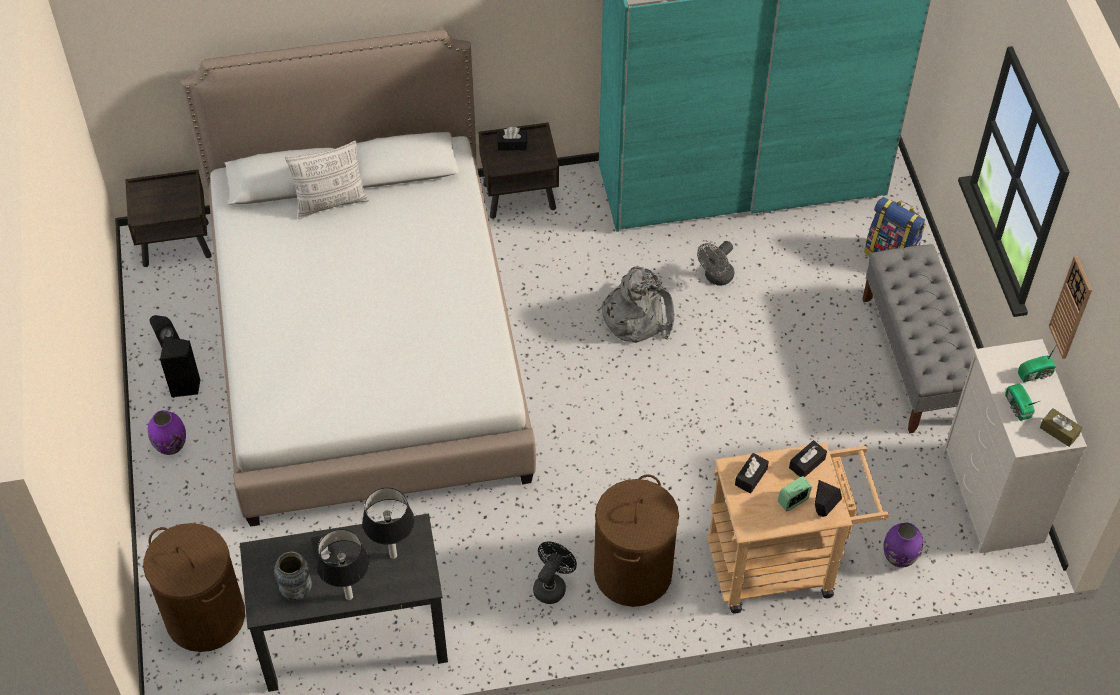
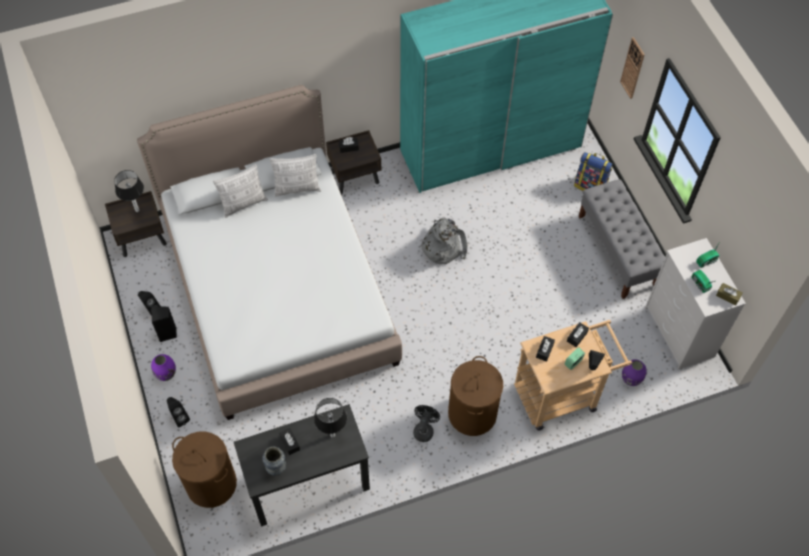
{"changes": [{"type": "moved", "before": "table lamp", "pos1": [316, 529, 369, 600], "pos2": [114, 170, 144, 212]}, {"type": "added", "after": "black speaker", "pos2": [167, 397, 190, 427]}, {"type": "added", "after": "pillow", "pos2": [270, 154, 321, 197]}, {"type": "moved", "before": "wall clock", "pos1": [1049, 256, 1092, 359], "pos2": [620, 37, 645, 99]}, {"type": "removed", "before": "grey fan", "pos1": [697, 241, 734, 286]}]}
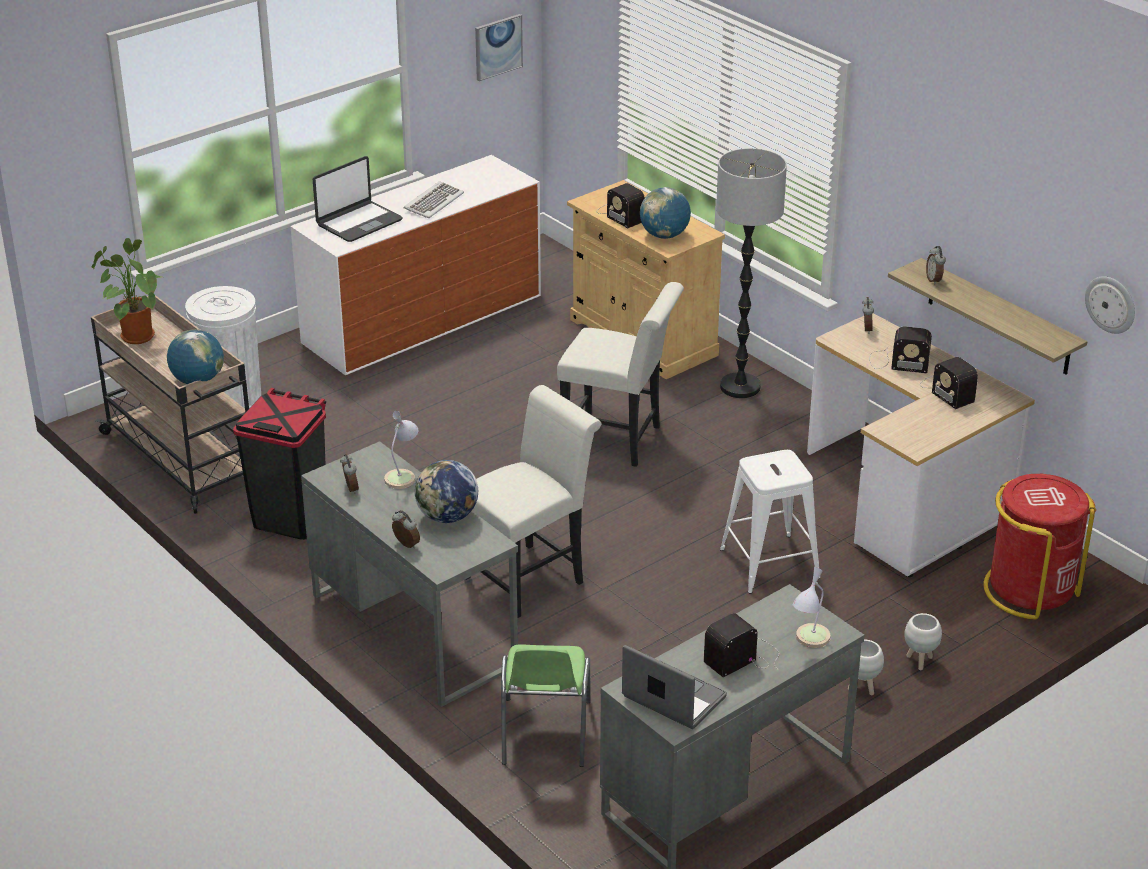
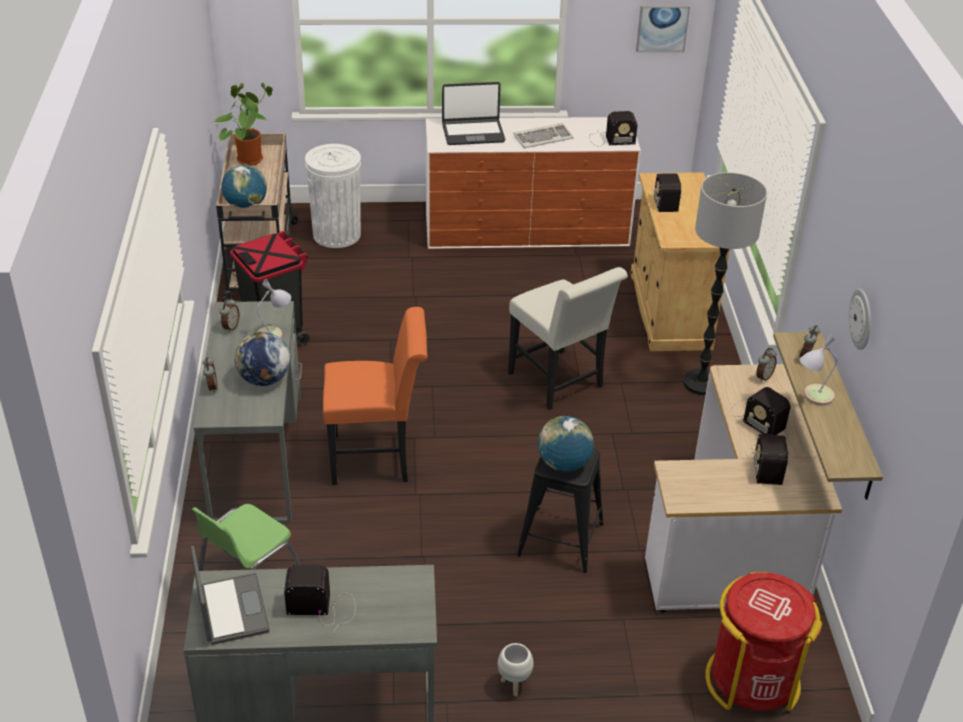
{"changes": [{"type": "recoloured", "before": "white chair", "after": "orange chair", "pos1": [466, 385, 601, 618], "pos2": [323, 307, 427, 485]}, {"type": "recoloured", "before": "white stool", "after": "black stool", "pos1": [720, 450, 820, 594], "pos2": [517, 449, 603, 573]}, {"type": "moved", "before": "globe", "pos1": [640, 187, 691, 239], "pos2": [538, 416, 594, 472]}, {"type": "added", "after": "radio", "pos2": [589, 111, 638, 146]}, {"type": "moved", "before": "table lamp", "pos1": [793, 567, 830, 648], "pos2": [800, 333, 837, 406]}, {"type": "moved", "before": "wall clock", "pos1": [1085, 276, 1135, 334], "pos2": [849, 289, 871, 350]}, {"type": "removed", "before": "white planter", "pos1": [904, 613, 942, 670]}]}
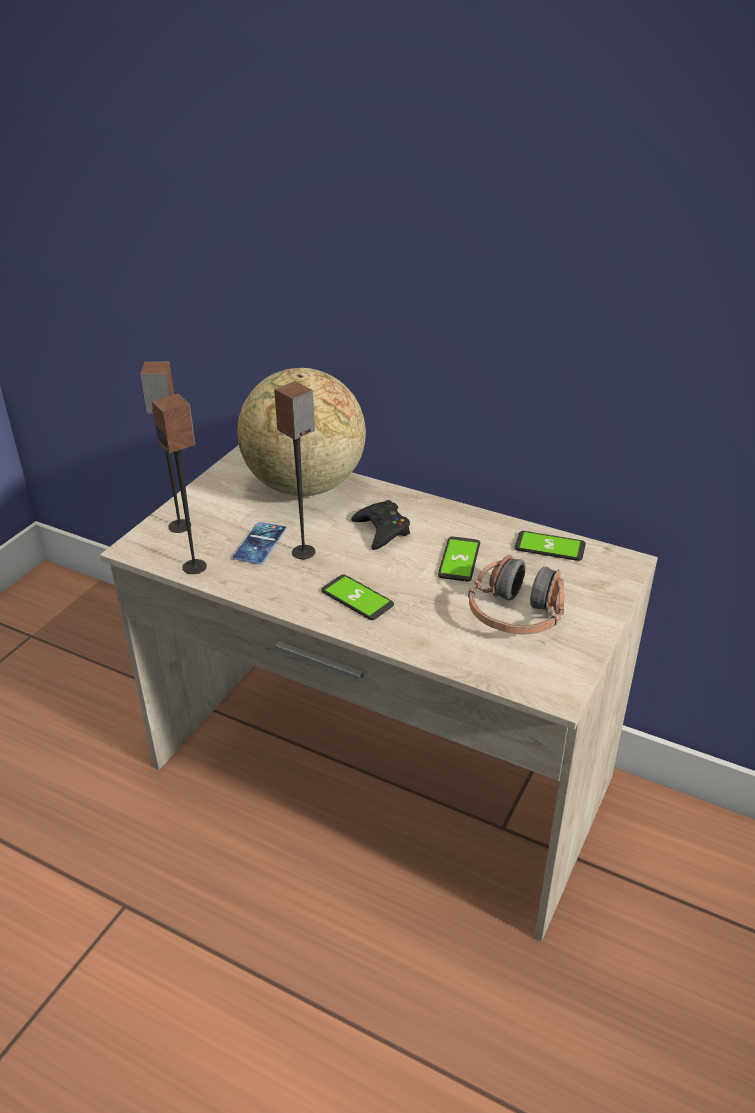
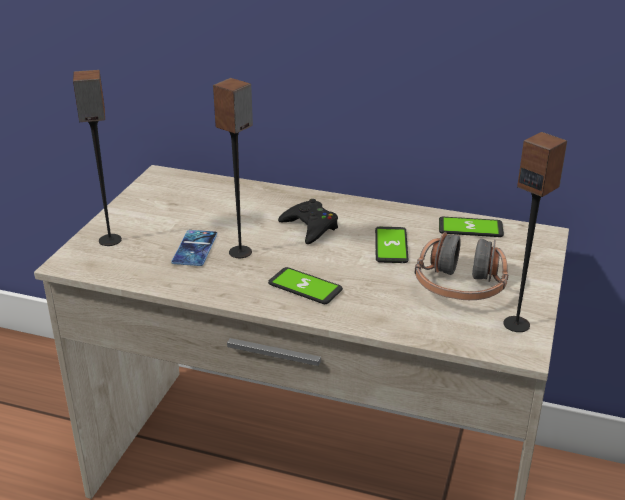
{"changes": [{"type": "moved", "before": "speaker", "pos1": [152, 394, 207, 574], "pos2": [503, 132, 567, 332]}, {"type": "removed", "before": "globe", "pos1": [237, 368, 366, 496]}]}
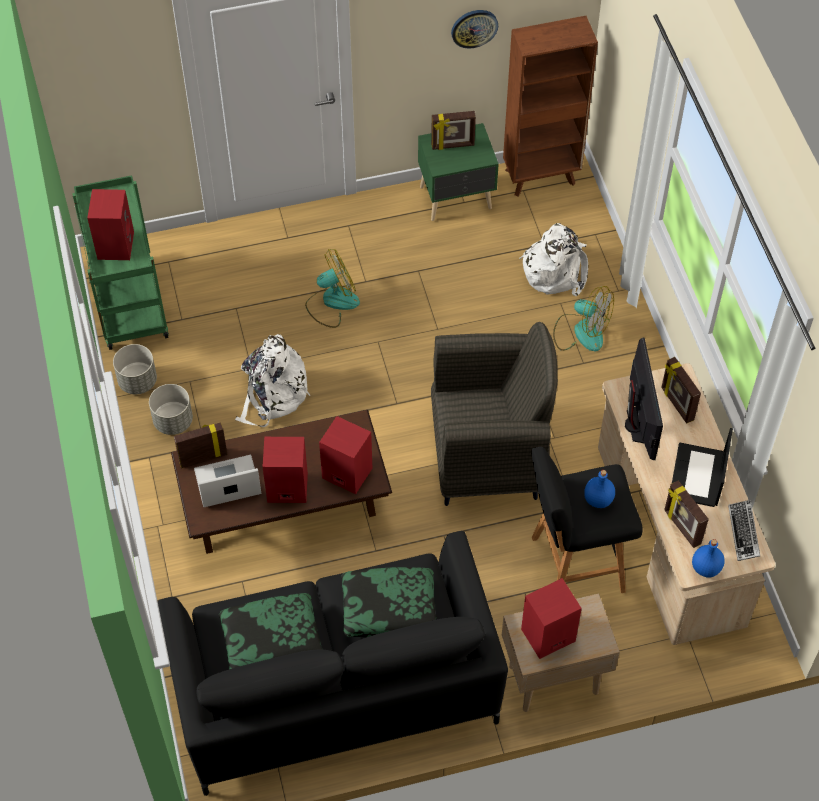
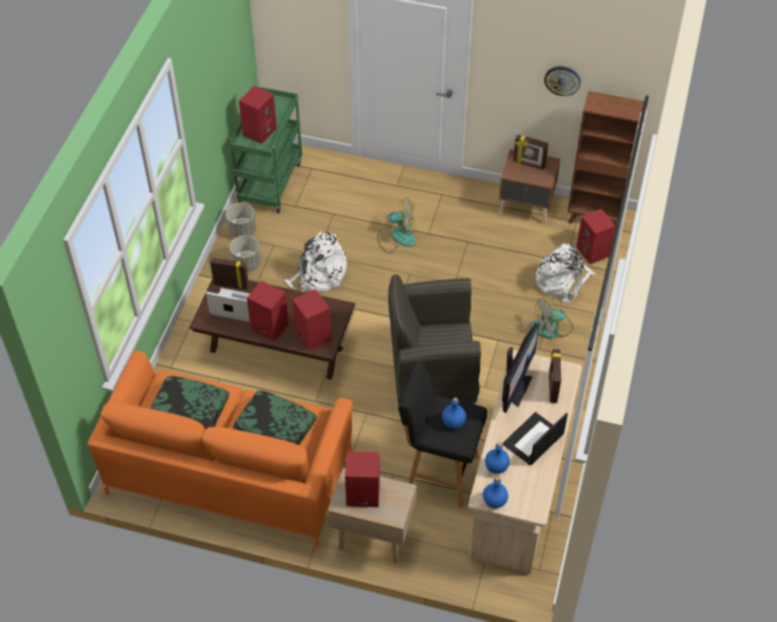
{"changes": [{"type": "recoloured", "before": "black sofa", "after": "orange sofa", "pos1": [158, 531, 508, 796], "pos2": [88, 350, 352, 548]}, {"type": "turned", "before": "grey armchair", "pos1": [431, 322, 558, 506], "pos2": [388, 274, 481, 406], "turn": 150}, {"type": "replaced", "before": "picture frame", "after": "blue bottle", "pos1": [664, 480, 709, 548], "pos2": [485, 442, 510, 474]}, {"type": "recoloured", "before": "green nightstand", "after": "brown nightstand", "pos1": [418, 123, 499, 221], "pos2": [499, 149, 560, 224]}, {"type": "turned", "before": "fan", "pos1": [553, 286, 614, 351], "pos2": [530, 296, 573, 339], "turn": 105}, {"type": "added", "after": "red speaker", "pos2": [576, 208, 616, 264]}, {"type": "removed", "before": "keyboard", "pos1": [728, 500, 760, 561]}]}
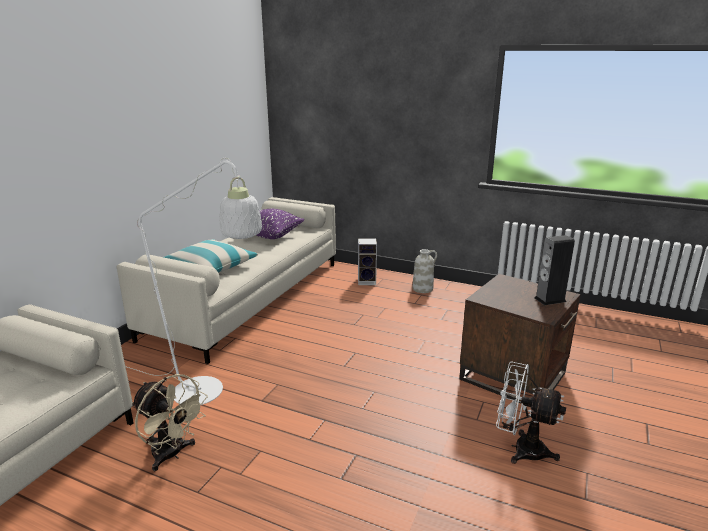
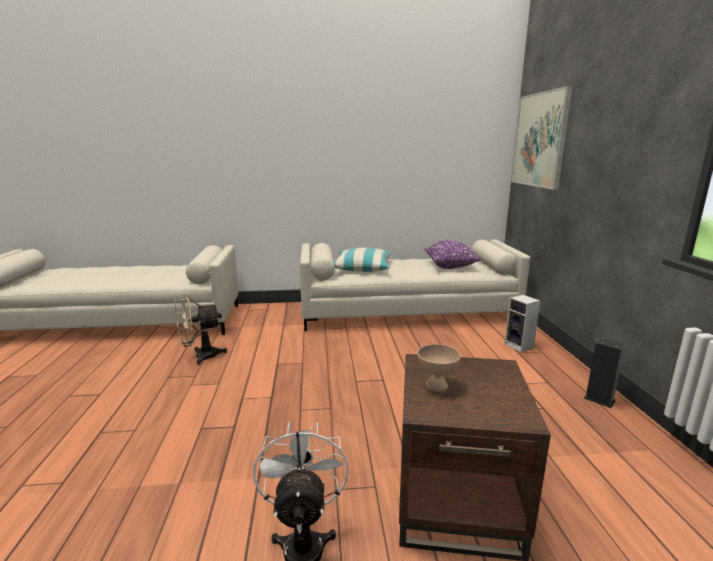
{"changes": [{"type": "turned", "before": "beige fan", "pos1": [132, 374, 208, 471], "pos2": [174, 294, 227, 365], "turn": 60}, {"type": "added", "after": "beige bowl", "pos2": [417, 344, 461, 392]}, {"type": "added", "after": "picture", "pos2": [511, 86, 573, 190]}, {"type": "moved", "before": "speaker", "pos1": [534, 235, 575, 305], "pos2": [584, 337, 625, 408]}, {"type": "removed", "before": "white floor lamp", "pos1": [125, 158, 262, 405]}, {"type": "removed", "before": "white vase", "pos1": [413, 249, 437, 293]}]}
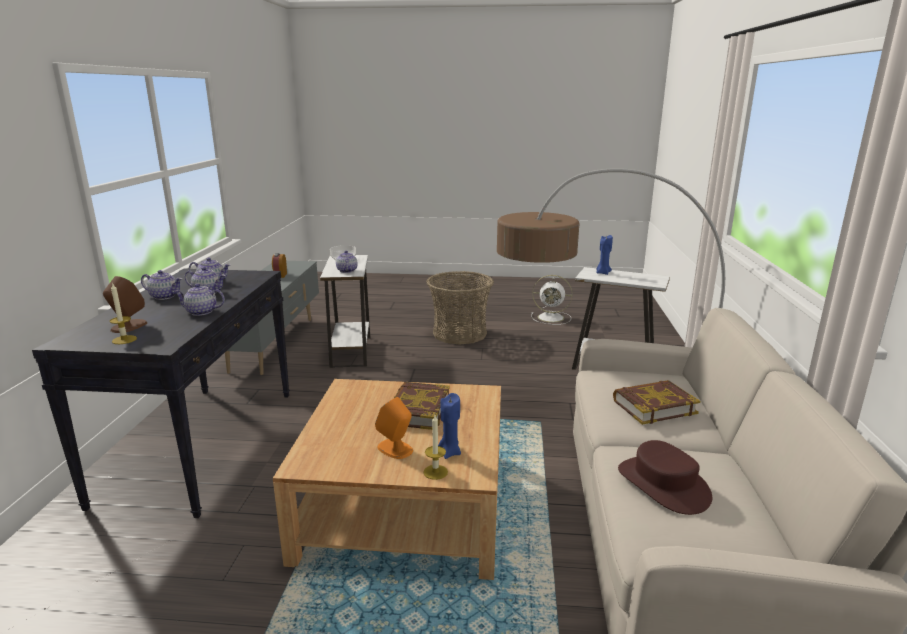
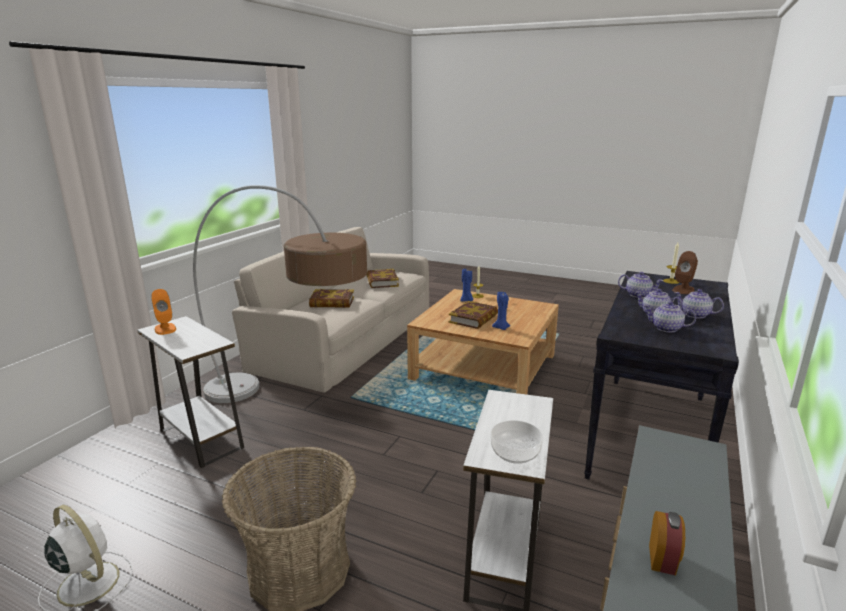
{"changes": [{"type": "moved", "before": "orange speaker", "pos1": [375, 397, 413, 459], "pos2": [151, 289, 176, 335]}, {"type": "replaced", "before": "brown hat", "after": "book", "pos1": [618, 440, 712, 515], "pos2": [366, 269, 399, 288]}, {"type": "moved", "before": "blue candle", "pos1": [596, 235, 613, 275], "pos2": [492, 292, 510, 330]}, {"type": "removed", "before": "teapot", "pos1": [336, 251, 358, 273]}]}
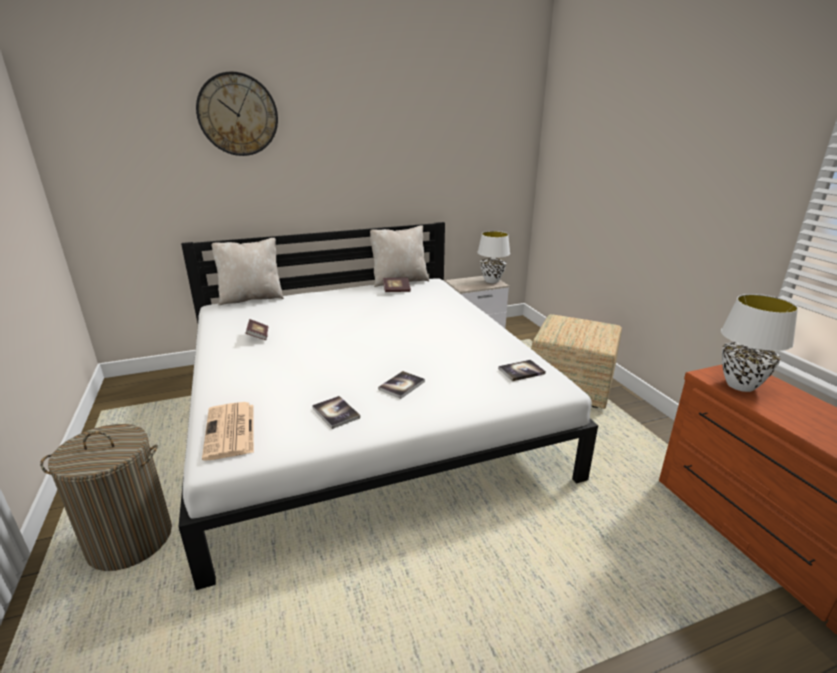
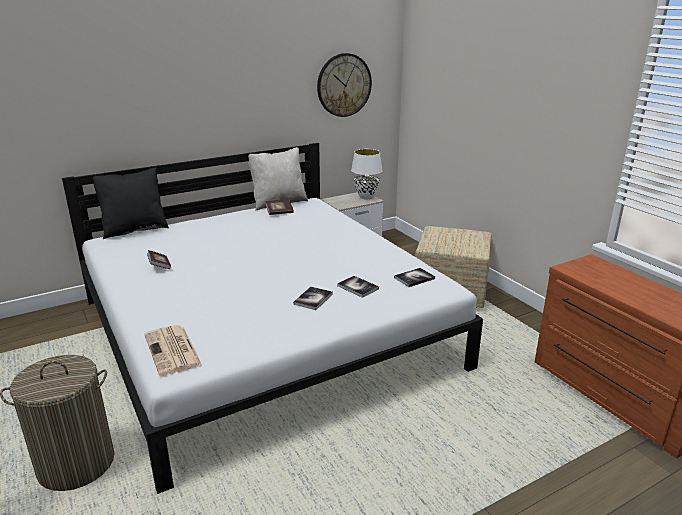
{"changes": [{"type": "recoloured", "before": "beige pillow", "after": "black pillow", "pos1": [211, 238, 284, 306], "pos2": [93, 167, 169, 239]}, {"type": "moved", "before": "wall clock", "pos1": [196, 71, 278, 156], "pos2": [317, 53, 372, 117]}, {"type": "moved", "before": "book", "pos1": [312, 396, 360, 429], "pos2": [337, 276, 379, 298]}, {"type": "removed", "before": "white table lamp", "pos1": [721, 294, 798, 392]}]}
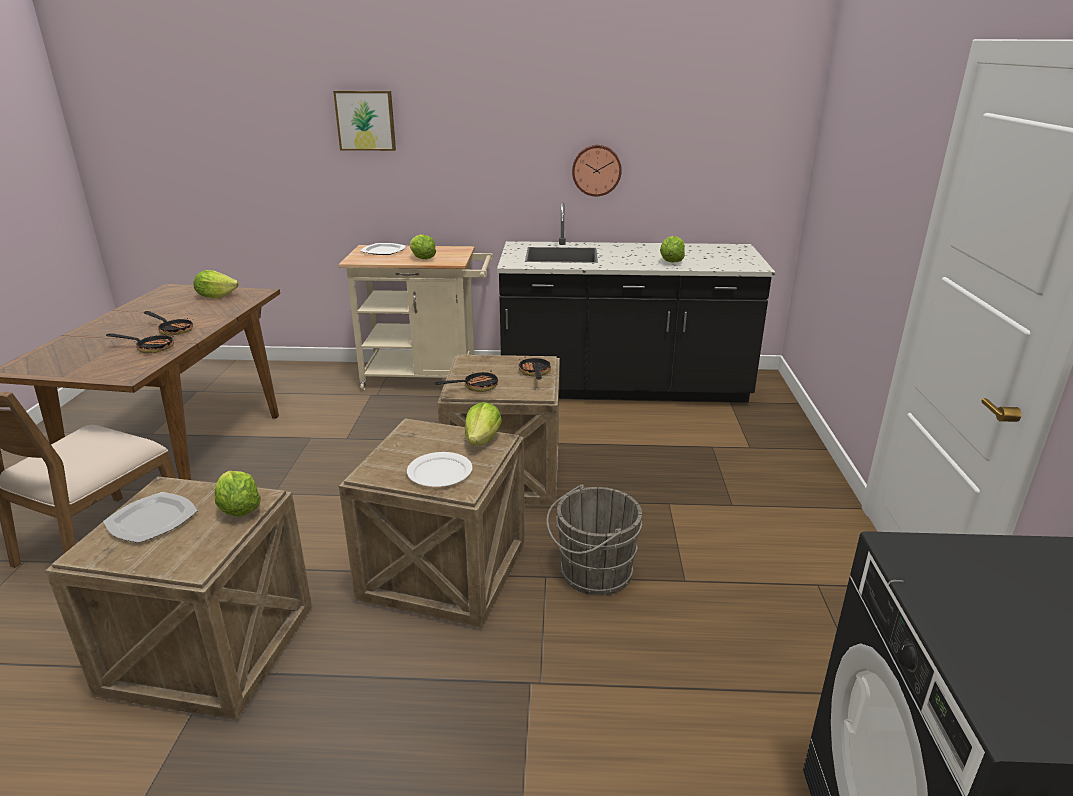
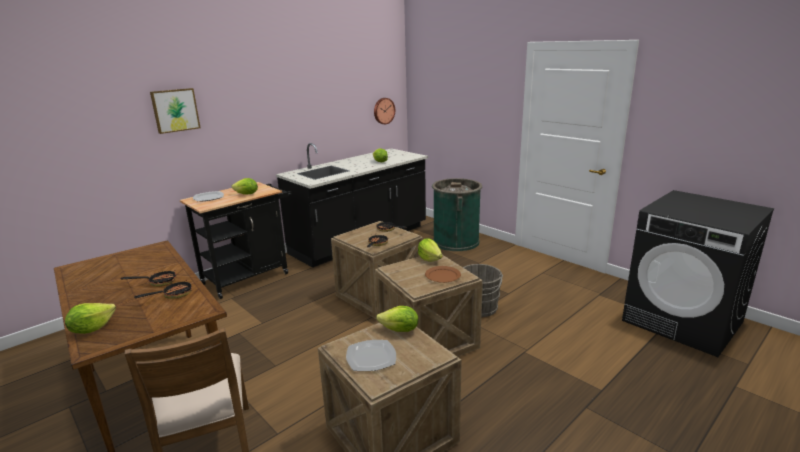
{"changes": [{"type": "moved", "before": "lettuce", "pos1": [193, 270, 239, 298], "pos2": [65, 303, 116, 334]}, {"type": "recoloured", "before": "beige cart", "after": "black cart", "pos1": [339, 245, 493, 391], "pos2": [180, 182, 292, 299]}, {"type": "moved", "before": "wall clock", "pos1": [572, 145, 622, 196], "pos2": [374, 98, 395, 124]}, {"type": "recoloured", "before": "white plate", "after": "brown plate", "pos1": [407, 452, 472, 487], "pos2": [425, 266, 461, 283]}, {"type": "added", "after": "green trash can", "pos2": [432, 178, 482, 251]}]}
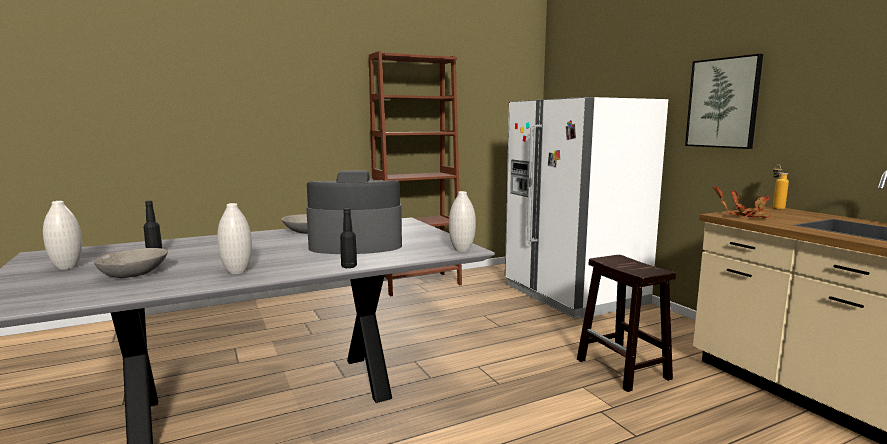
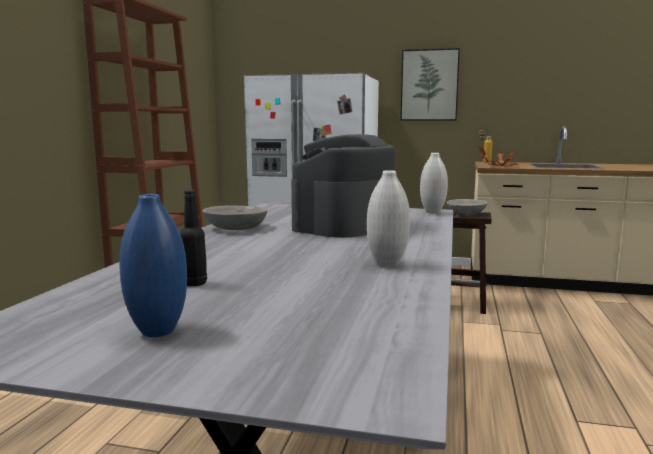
{"changes": [{"type": "recoloured", "before": "white vase", "after": "blue vase", "pos1": [43, 201, 82, 270], "pos2": [119, 194, 187, 337]}, {"type": "moved", "before": "grey bowl", "pos1": [93, 248, 168, 278], "pos2": [447, 199, 488, 215]}, {"type": "removed", "before": "black bottle", "pos1": [340, 208, 357, 268]}]}
